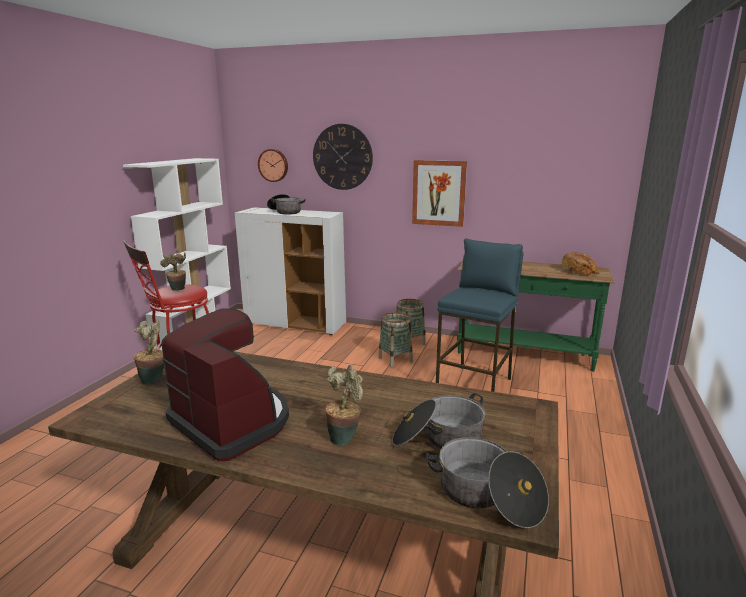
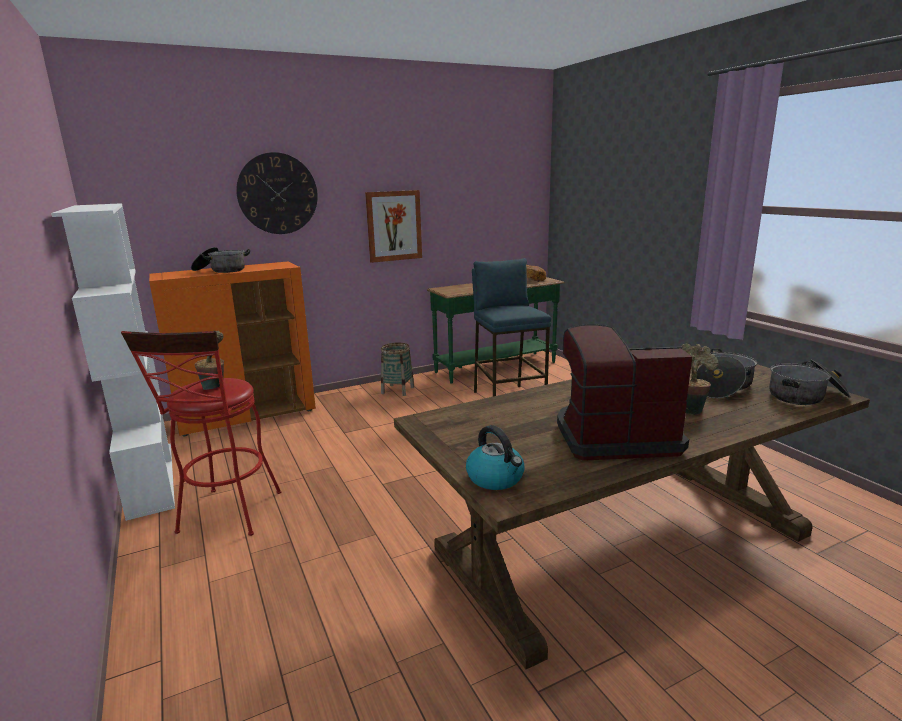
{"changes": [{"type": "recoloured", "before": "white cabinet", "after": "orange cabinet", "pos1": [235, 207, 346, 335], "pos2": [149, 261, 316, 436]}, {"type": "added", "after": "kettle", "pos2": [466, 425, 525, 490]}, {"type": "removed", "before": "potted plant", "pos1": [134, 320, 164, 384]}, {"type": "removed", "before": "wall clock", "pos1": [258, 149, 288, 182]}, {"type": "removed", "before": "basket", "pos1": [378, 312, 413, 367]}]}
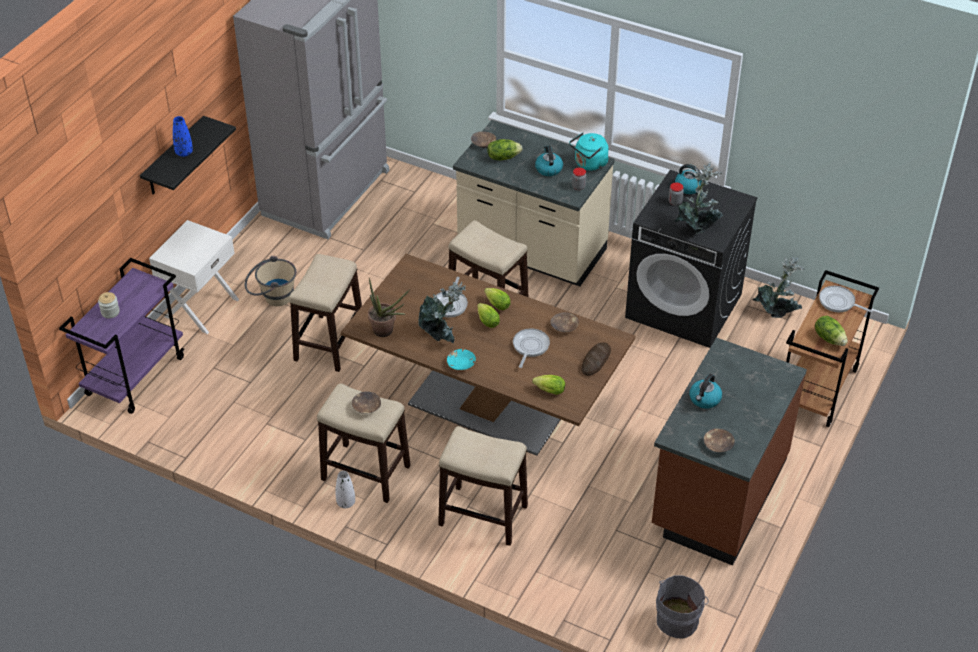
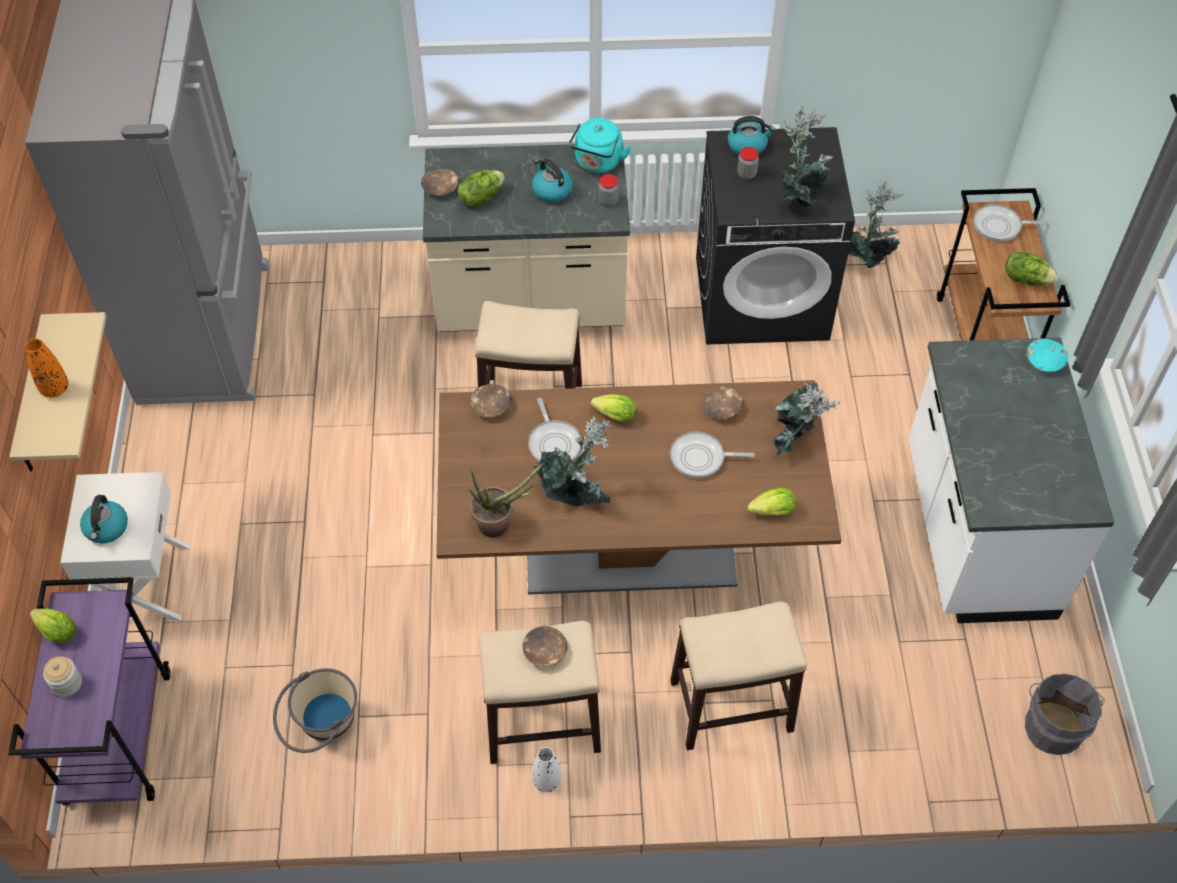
{"changes": [{"type": "recoloured", "before": "black shelf", "after": "beige shelf", "pos1": [140, 116, 236, 194], "pos2": [9, 312, 106, 471]}, {"type": "recoloured", "before": "blue vase", "after": "orange vase", "pos1": [173, 116, 193, 157], "pos2": [25, 339, 68, 397]}, {"type": "moved", "before": "lettuce", "pos1": [477, 303, 500, 328], "pos2": [30, 608, 77, 643]}, {"type": "moved", "before": "kettle", "pos1": [689, 374, 722, 409], "pos2": [80, 495, 128, 544]}, {"type": "moved", "before": "beige bucket", "pos1": [245, 256, 296, 306], "pos2": [273, 668, 357, 753]}, {"type": "moved", "before": "brown bowl", "pos1": [704, 428, 735, 452], "pos2": [470, 384, 511, 418]}, {"type": "turned", "before": "frying pan", "pos1": [513, 328, 550, 368], "pos2": [670, 432, 755, 478], "turn": -75}, {"type": "replaced", "before": "bread", "after": "potted plant", "pos1": [581, 342, 611, 376], "pos2": [774, 383, 840, 456]}, {"type": "recoloured", "before": "brown counter", "after": "white counter", "pos1": [652, 338, 807, 565], "pos2": [908, 337, 1114, 623]}, {"type": "moved", "before": "turquoise bowl", "pos1": [447, 349, 476, 370], "pos2": [1027, 339, 1069, 372]}, {"type": "removed", "before": "stool", "pos1": [289, 254, 362, 372]}]}
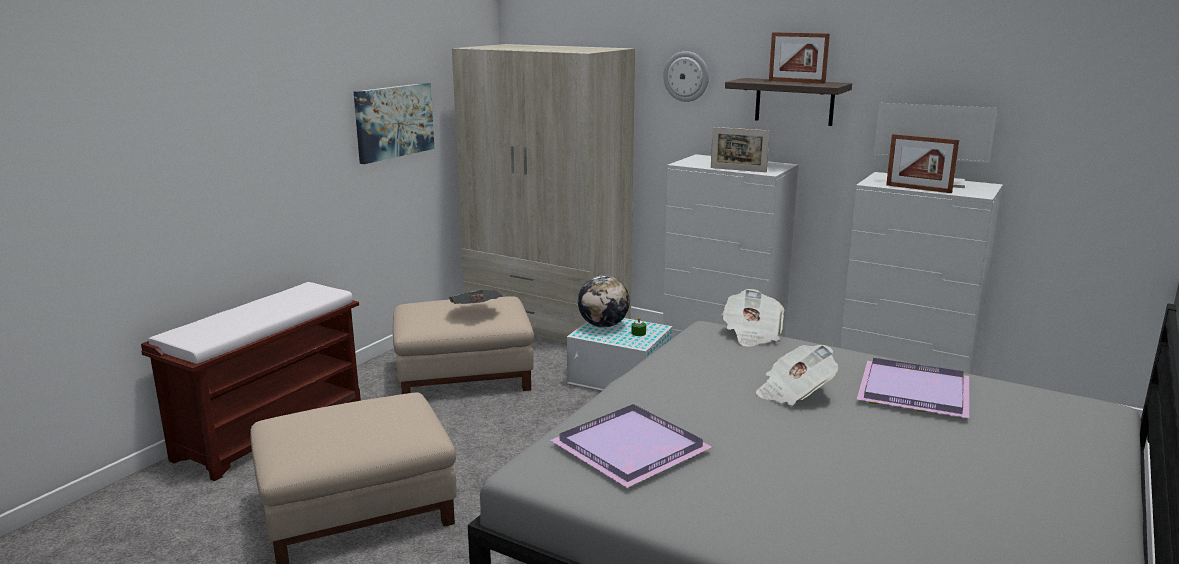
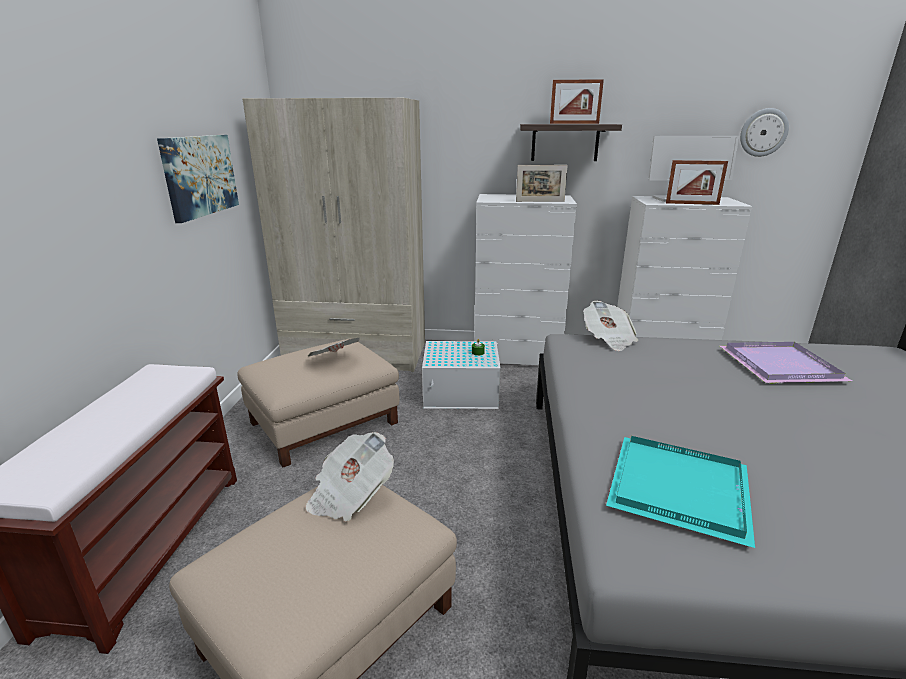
{"changes": [{"type": "moved", "before": "newspaper", "pos1": [756, 345, 838, 405], "pos2": [305, 432, 394, 521]}, {"type": "recoloured", "before": "purple tray", "after": "turquoise tray", "pos1": [550, 404, 712, 488], "pos2": [606, 436, 755, 548]}, {"type": "moved", "before": "wall clock", "pos1": [663, 51, 709, 102], "pos2": [740, 108, 789, 157]}, {"type": "removed", "before": "globe", "pos1": [578, 275, 630, 327]}]}
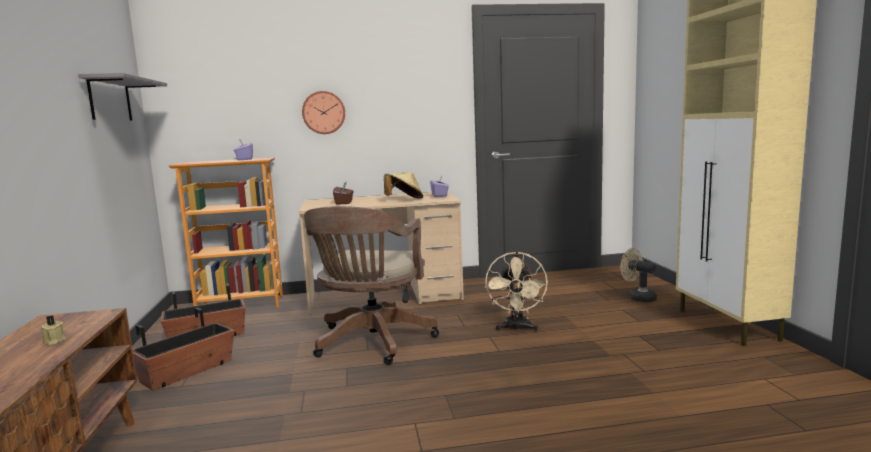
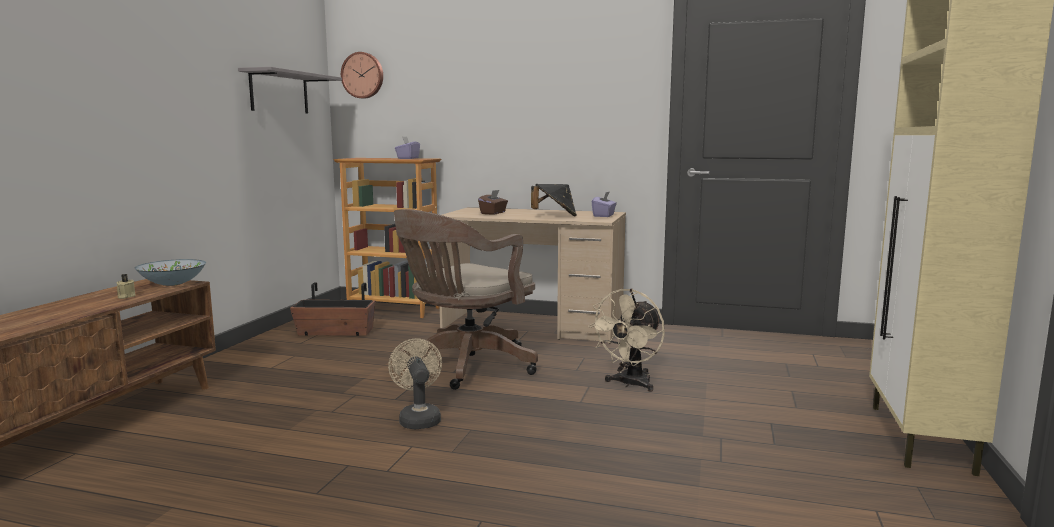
{"changes": [{"type": "added", "after": "bowl", "pos2": [135, 259, 206, 286]}, {"type": "moved", "before": "wall clock", "pos1": [302, 91, 345, 134], "pos2": [341, 52, 383, 99]}, {"type": "moved", "before": "beige fan", "pos1": [620, 248, 657, 302], "pos2": [388, 339, 442, 429]}, {"type": "recoloured", "before": "beige hat", "after": "black hat", "pos1": [384, 172, 423, 199], "pos2": [531, 184, 577, 216]}, {"type": "removed", "before": "planter", "pos1": [133, 307, 235, 391]}]}
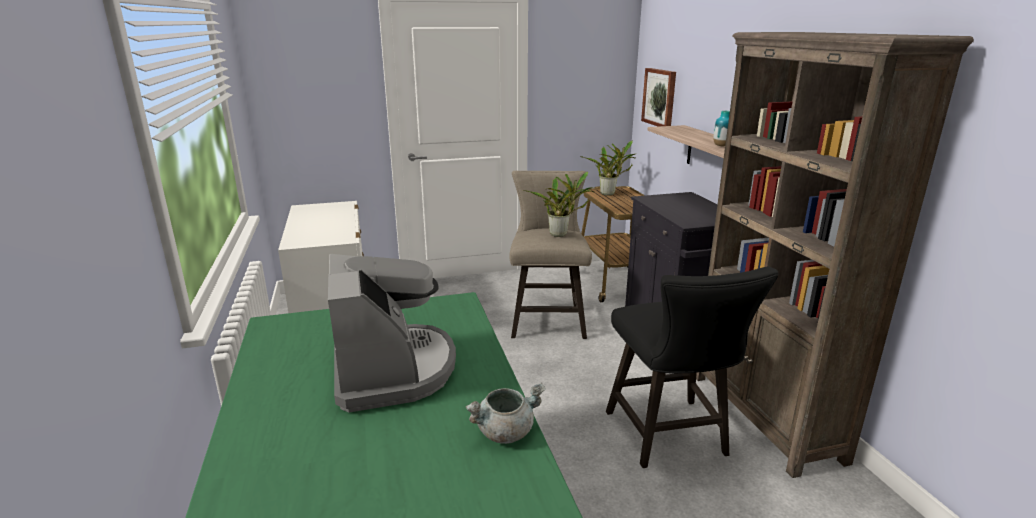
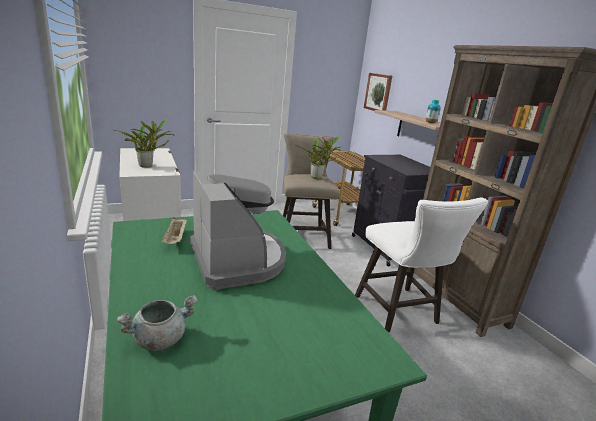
{"changes": [{"type": "moved", "before": "potted plant", "pos1": [583, 141, 635, 196], "pos2": [115, 119, 175, 168]}, {"type": "moved", "before": "grey cooking pot", "pos1": [466, 383, 546, 444], "pos2": [117, 295, 197, 351]}, {"type": "added", "after": "beige tray", "pos2": [161, 217, 187, 244]}, {"type": "recoloured", "before": "black stool", "after": "white stool", "pos1": [606, 267, 778, 468], "pos2": [355, 197, 488, 332]}]}
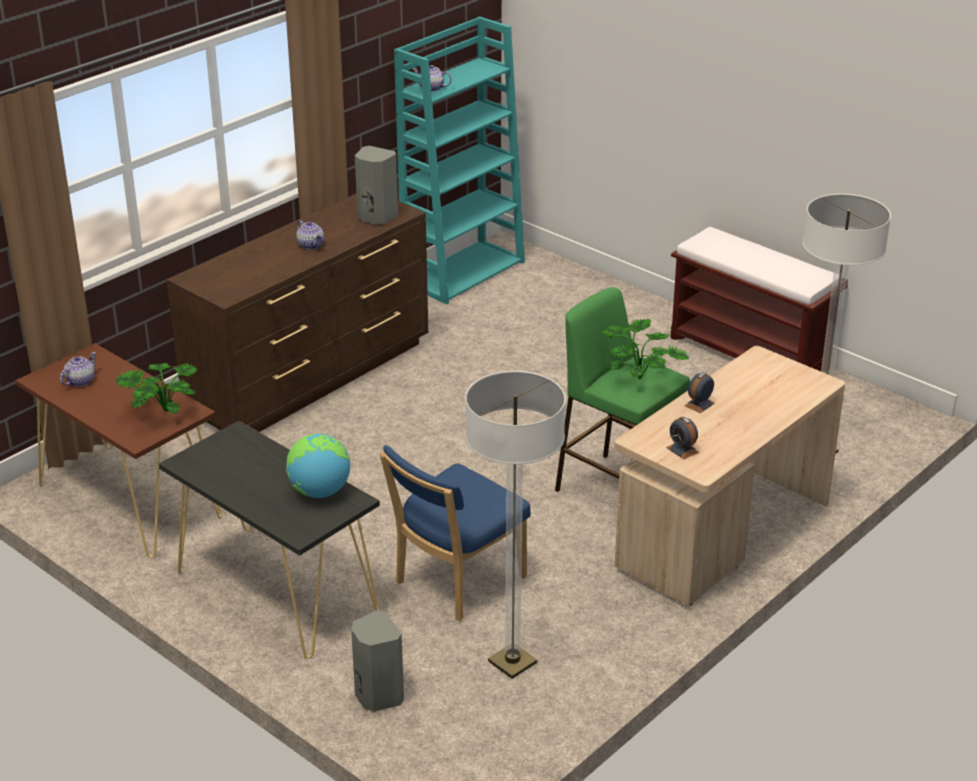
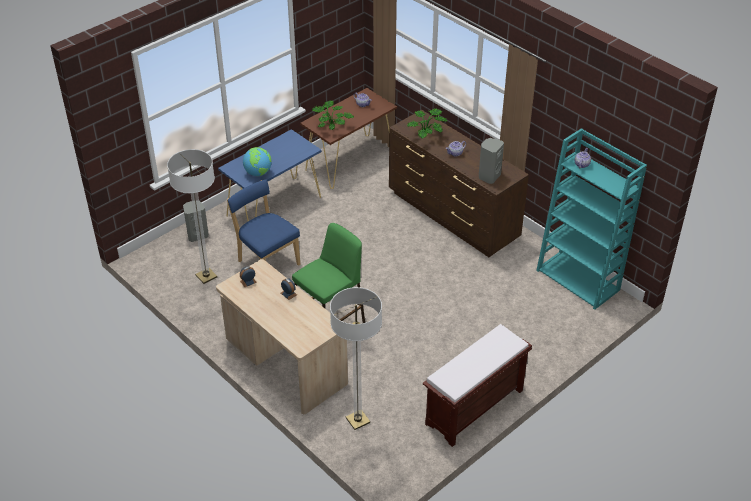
{"changes": [{"type": "recoloured", "before": "black console table", "after": "blue console table", "pos1": [159, 421, 380, 658], "pos2": [218, 129, 322, 221]}, {"type": "moved", "before": "potted plant", "pos1": [602, 318, 690, 379], "pos2": [407, 108, 447, 139]}]}
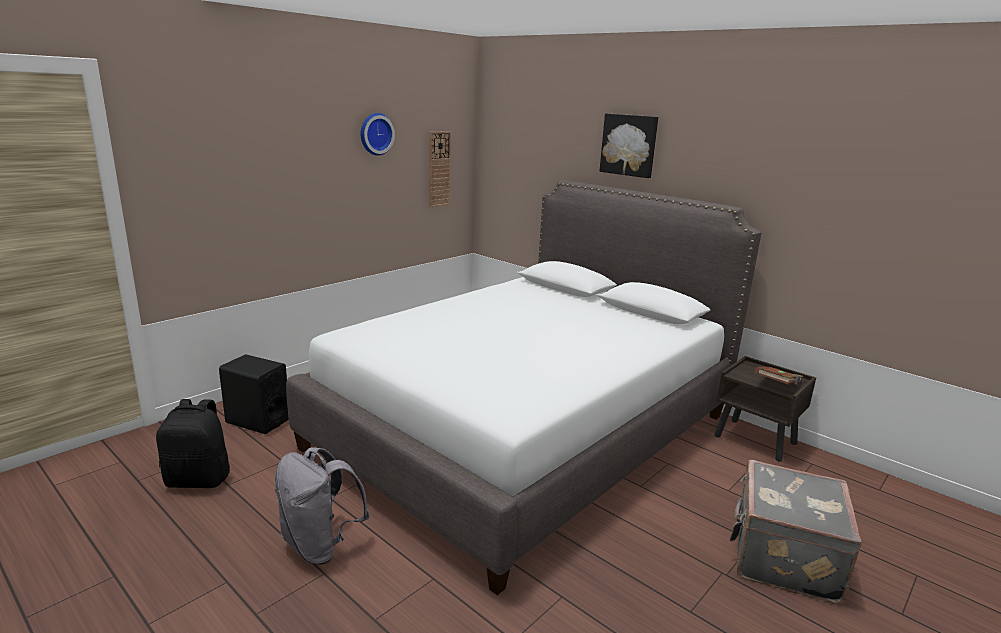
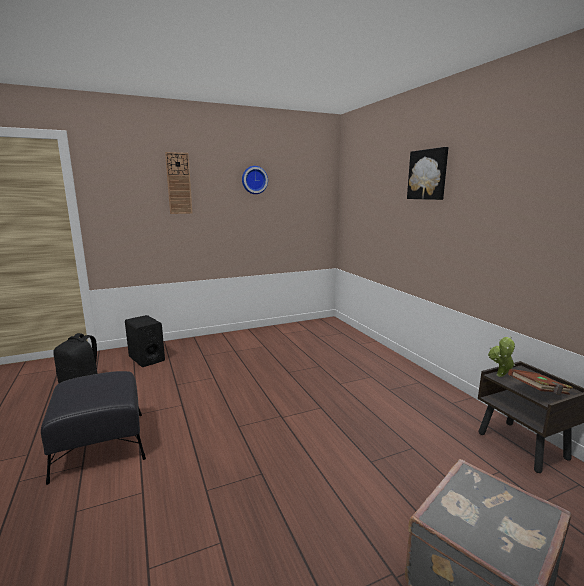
{"changes": [{"type": "replaced", "before": "grey backpack", "after": "black ottoman", "pos1": [275, 447, 370, 565], "pos2": [41, 371, 146, 485]}, {"type": "moved", "before": "wall clock", "pos1": [429, 131, 451, 207], "pos2": [165, 152, 193, 214]}, {"type": "added", "after": "potted plant", "pos2": [488, 337, 515, 377]}, {"type": "removed", "before": "white bed", "pos1": [286, 180, 762, 595]}]}
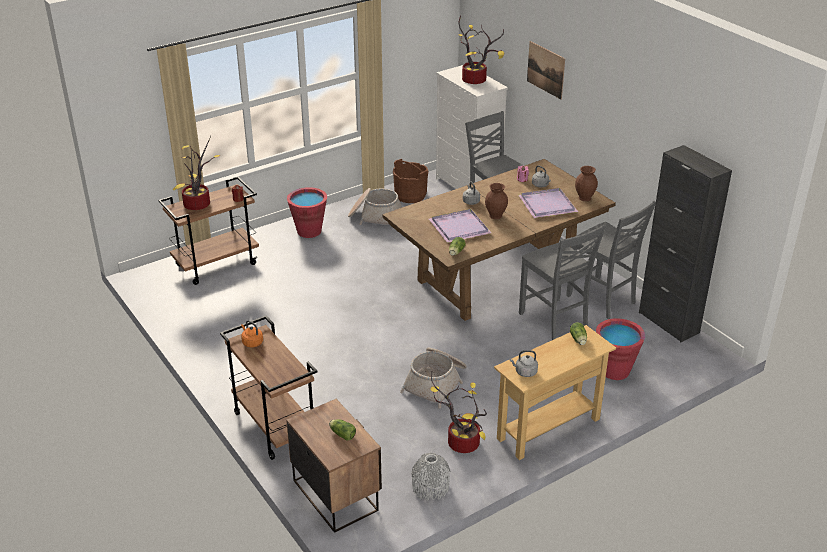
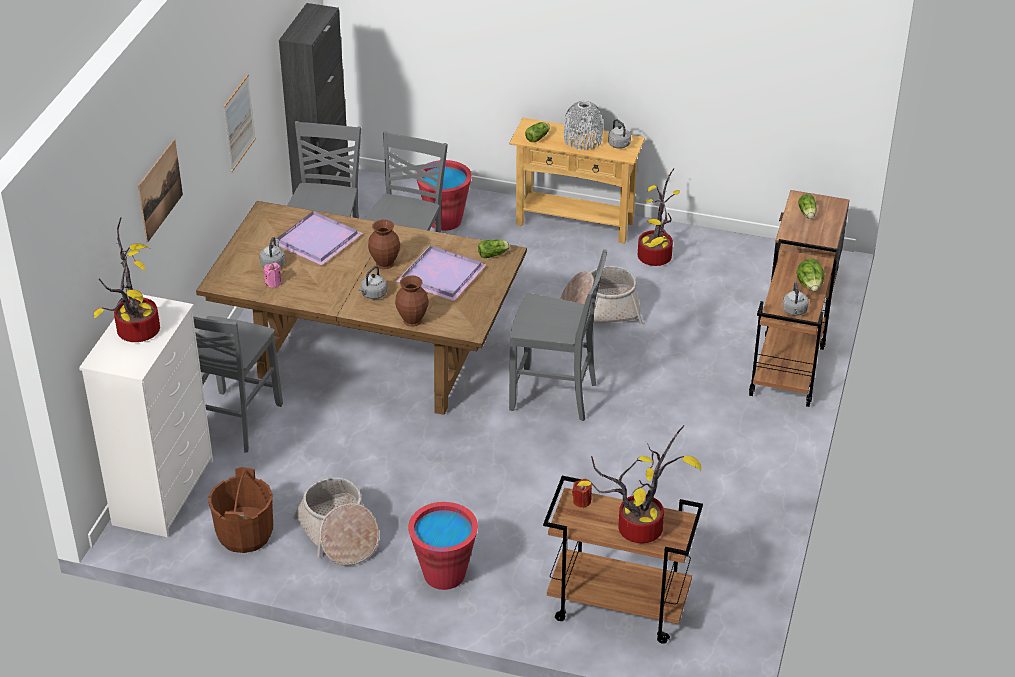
{"changes": [{"type": "added", "after": "picture", "pos2": [223, 74, 256, 172]}, {"type": "moved", "before": "brown vase", "pos1": [575, 166, 598, 201], "pos2": [395, 275, 429, 327]}, {"type": "added", "after": "grey chair", "pos2": [509, 249, 607, 421]}, {"type": "moved", "before": "grey vase", "pos1": [412, 453, 450, 501], "pos2": [564, 101, 603, 151]}, {"type": "recoloured", "before": "orange kettle", "after": "grey kettle", "pos1": [241, 320, 263, 347], "pos2": [782, 282, 809, 316]}, {"type": "added", "after": "lettuce", "pos2": [797, 258, 824, 291]}]}
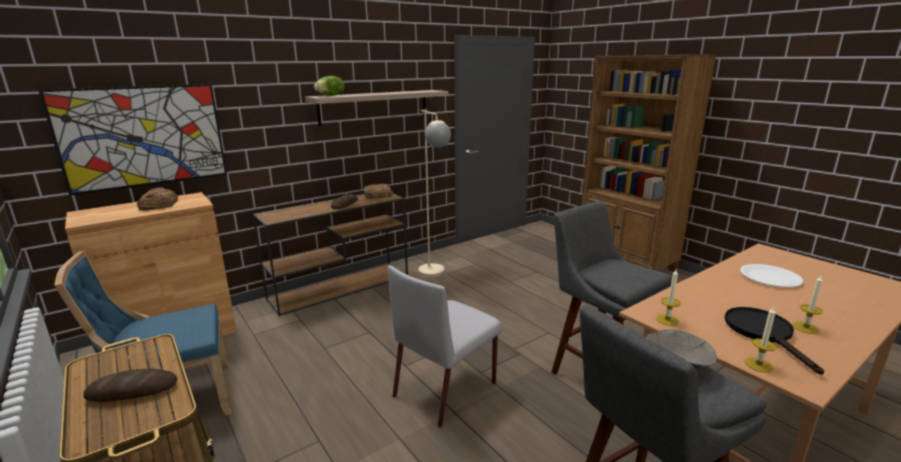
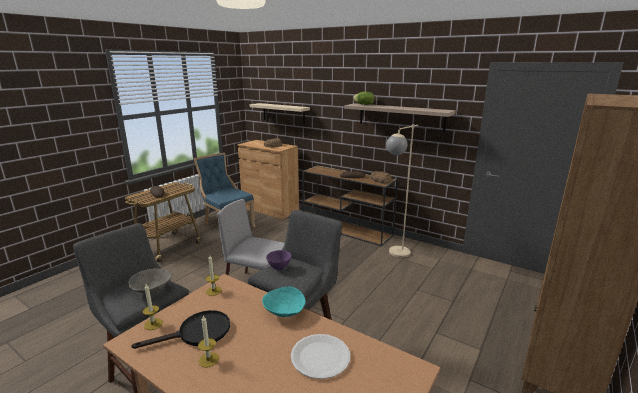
{"changes": [{"type": "replaced", "before": "picture", "after": "beige shelf", "pos1": [39, 84, 227, 196], "pos2": [250, 103, 310, 124]}, {"type": "added", "after": "turquoise bowl", "pos2": [262, 287, 306, 317]}, {"type": "added", "after": "purple bowl", "pos2": [266, 250, 291, 270]}]}
